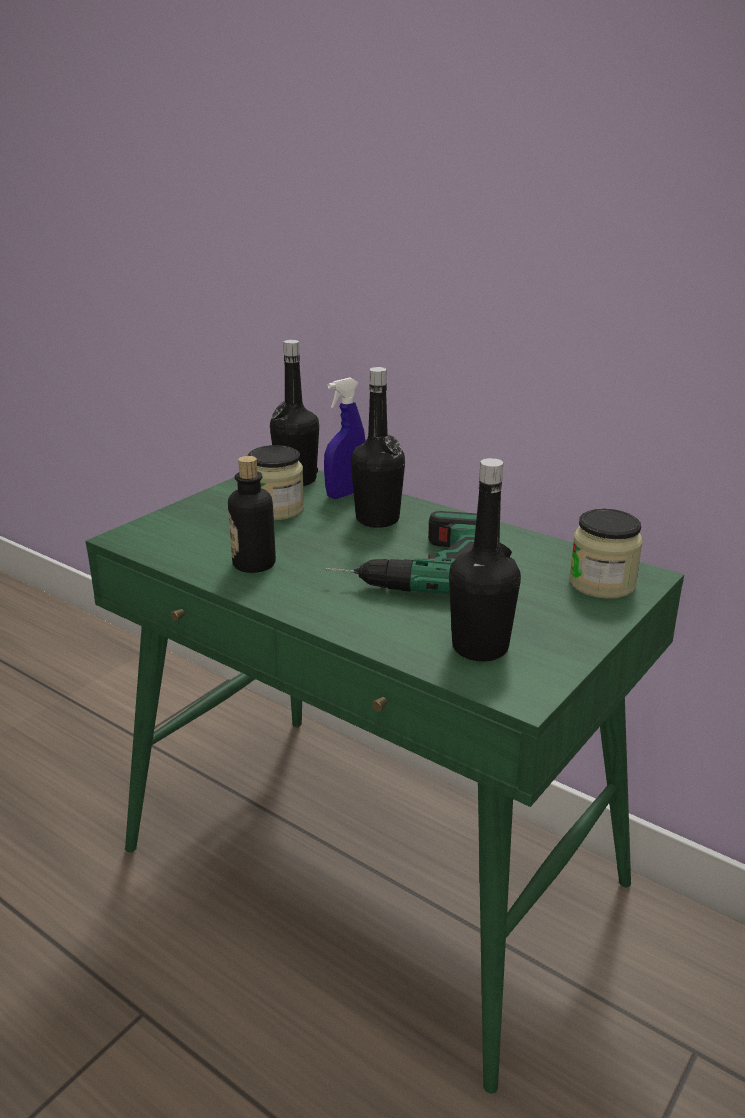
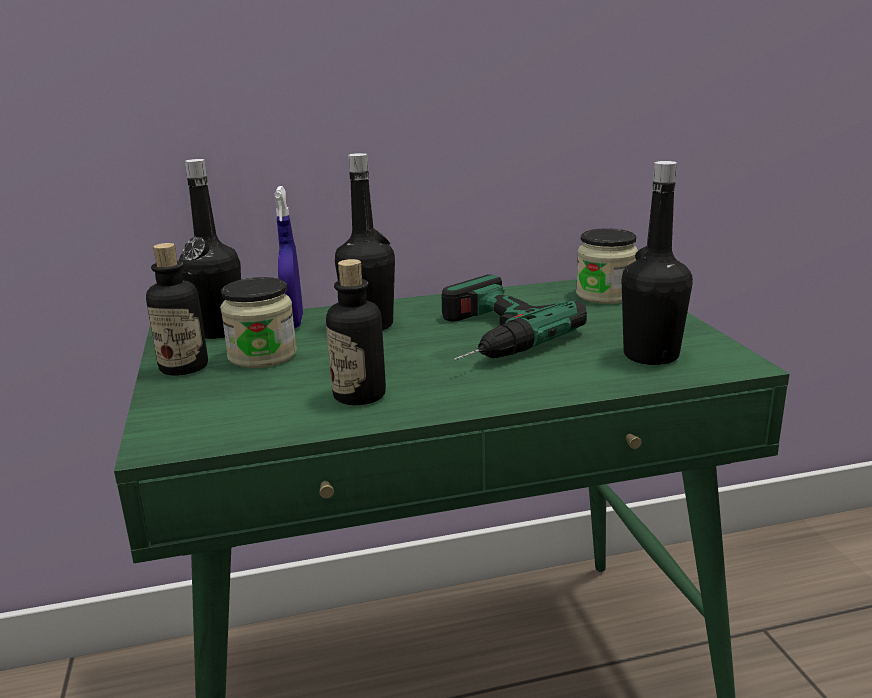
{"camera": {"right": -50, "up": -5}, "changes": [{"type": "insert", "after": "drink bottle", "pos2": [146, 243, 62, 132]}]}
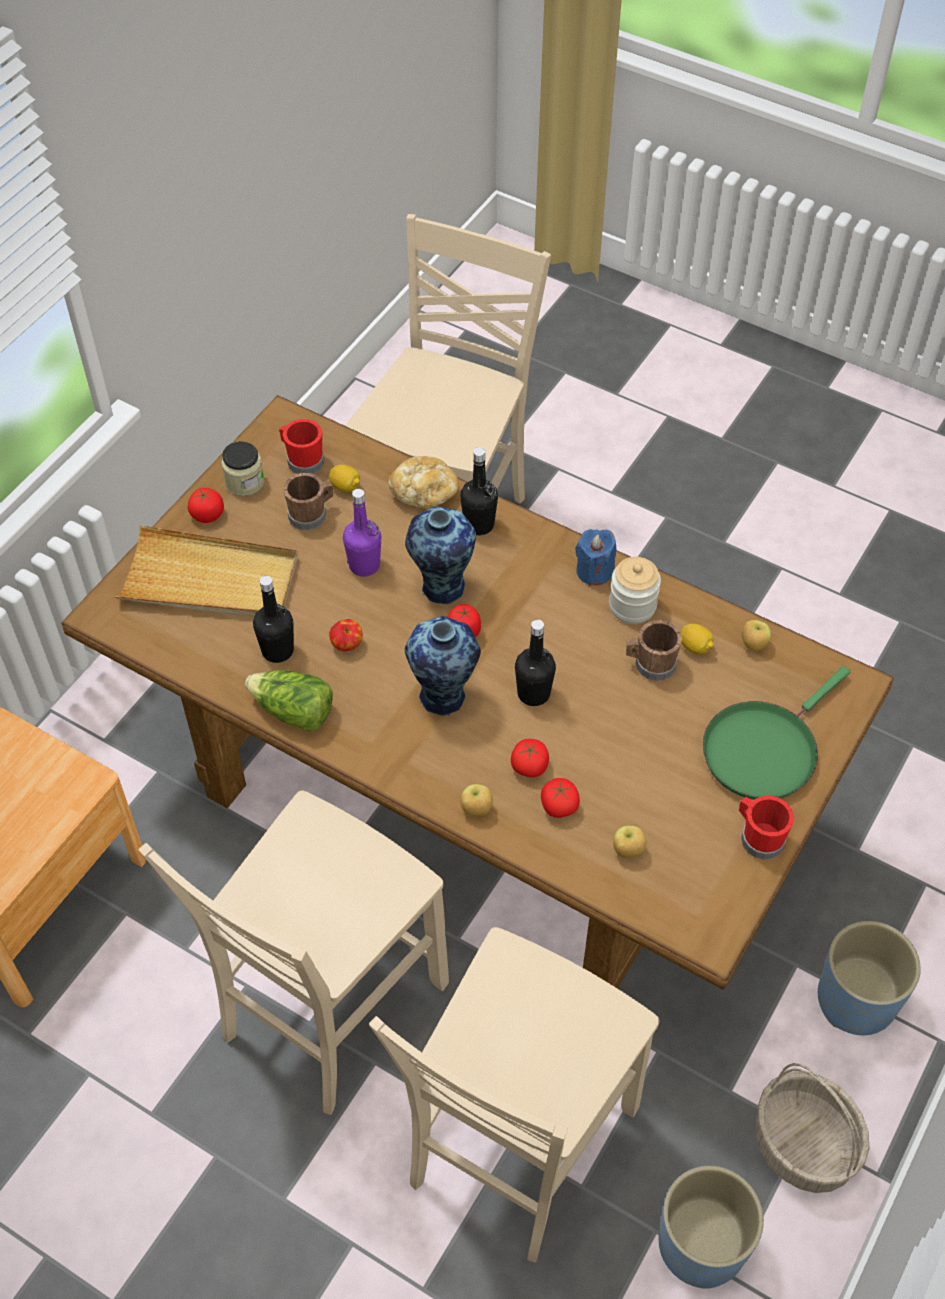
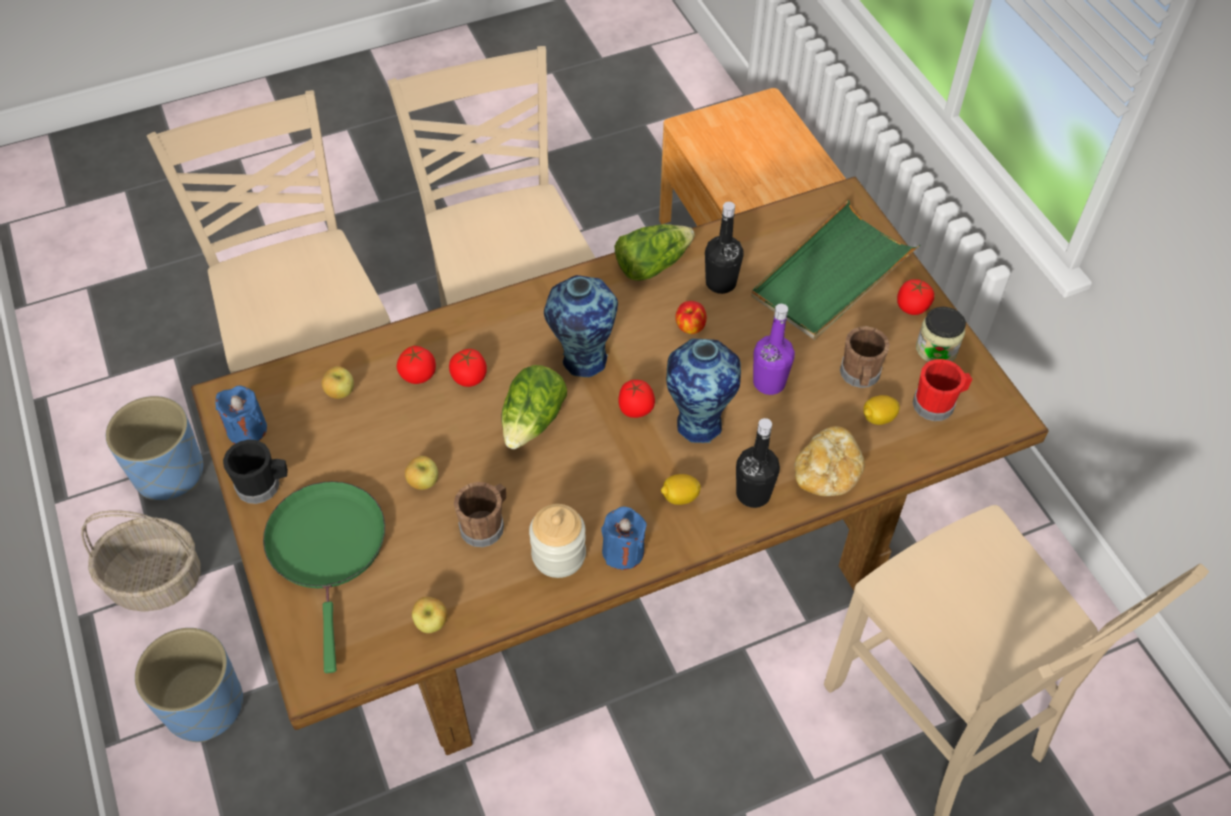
{"camera": {"right": 125, "up": 0}, "changes": [{"type": "recolor", "before": "beige tray", "after": "green tray", "pos1": [114, 525, 184, 92], "pos2": [751, 200, 169, 140]}, {"type": "replace", "before": "black-coloured drink bottle", "after": "lettuce", "pos1": [515, 619, 41, 87], "pos2": [501, 365, 66, 84]}, {"type": "move", "before": "whole lemon", "pos1": [681, 624, 33, 31], "pos2": [661, 474, 40, 31]}, {"type": "move", "before": "apple", "pos1": [460, 784, 33, 32], "pos2": [405, 456, 33, 34]}, {"type": "recolor", "before": "red-coloured coffee mug", "after": "black-coloured coffee mug", "pos1": [739, 795, 55, 65], "pos2": [223, 439, 65, 65]}, {"type": "insert", "after": "blue wax candle", "pos2": [215, 386, 52, 58]}]}
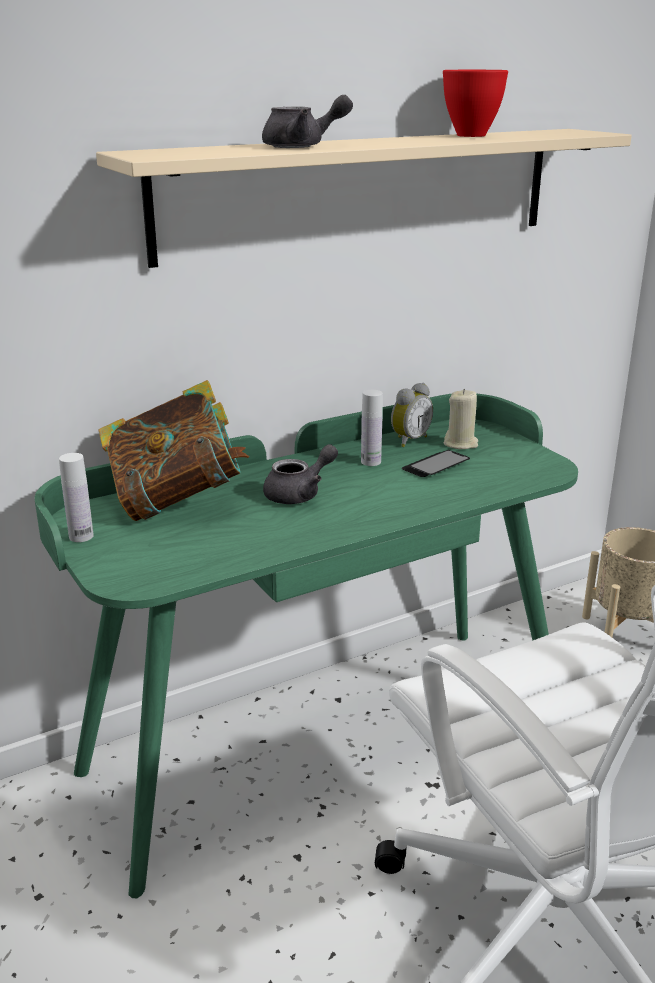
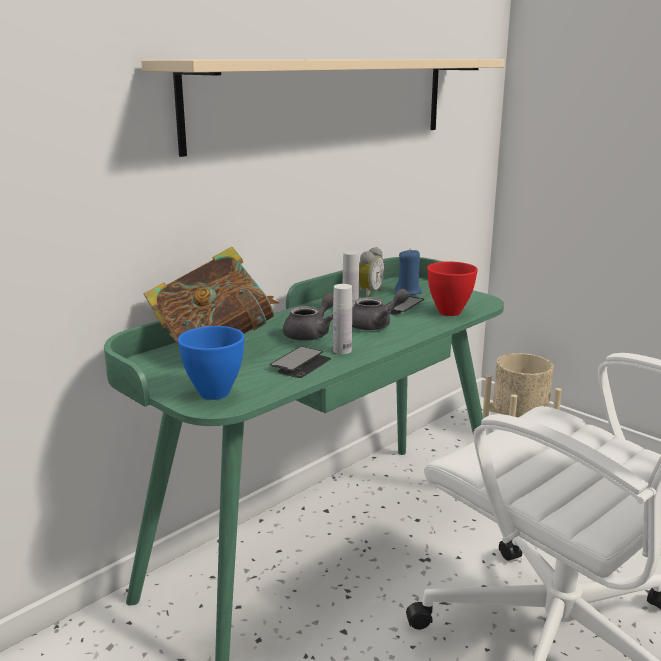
{"camera": {"right": -15, "up": -5}, "changes": [{"type": "move", "before": "red-coloured deep dish", "pos1": [443, 70, 65, 67], "pos2": [427, 261, 51, 55]}, {"type": "move", "before": "greyish teapot", "pos1": [262, 95, 91, 53], "pos2": [352, 289, 57, 41]}, {"type": "recolor", "before": "beige wax candle", "after": "blue wax candle", "pos1": [444, 389, 34, 60], "pos2": [395, 249, 27, 46]}, {"type": "move", "before": "white drink bottle", "pos1": [59, 453, 35, 89], "pos2": [333, 284, 19, 70]}, {"type": "insert", "after": "blue deep dish", "pos2": [178, 326, 67, 74]}, {"type": "insert", "after": "handset", "pos2": [269, 346, 62, 32]}]}
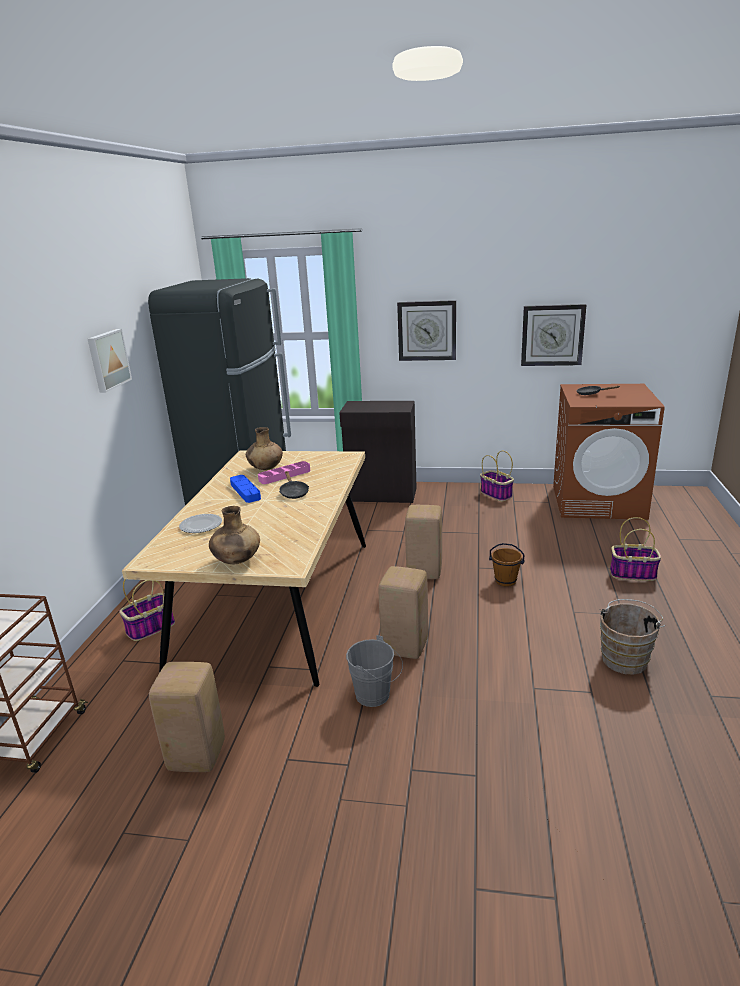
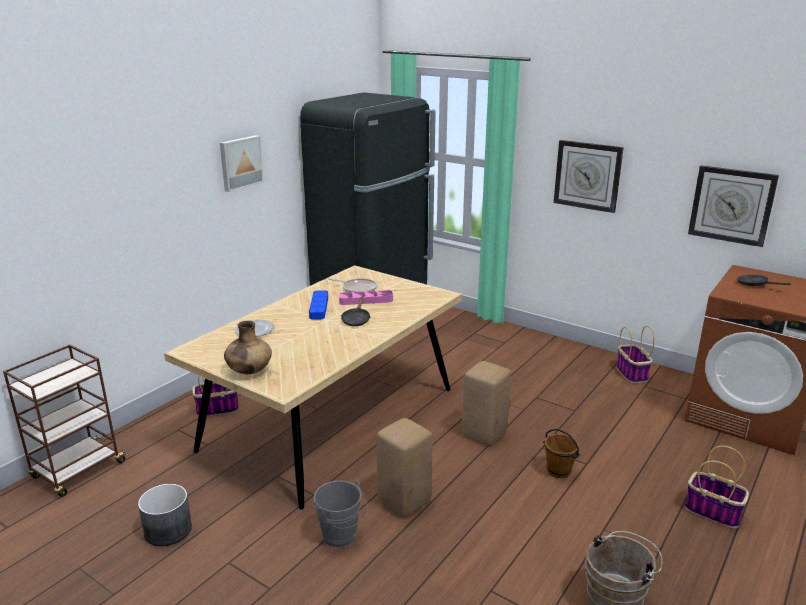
{"camera": {"right": 25, "up": 0}, "changes": [{"type": "delete", "before": "black-coloured cabinet", "pos1": [339, 401, 77, 102]}, {"type": "replace", "before": "brown decorative vase", "after": "skillet", "pos1": [246, 427, 37, 43], "pos2": [328, 278, 49, 14]}, {"type": "replace", "before": "beige stool seat", "after": "greyish flower pot", "pos1": [149, 662, 76, 110], "pos2": [138, 484, 54, 62]}]}
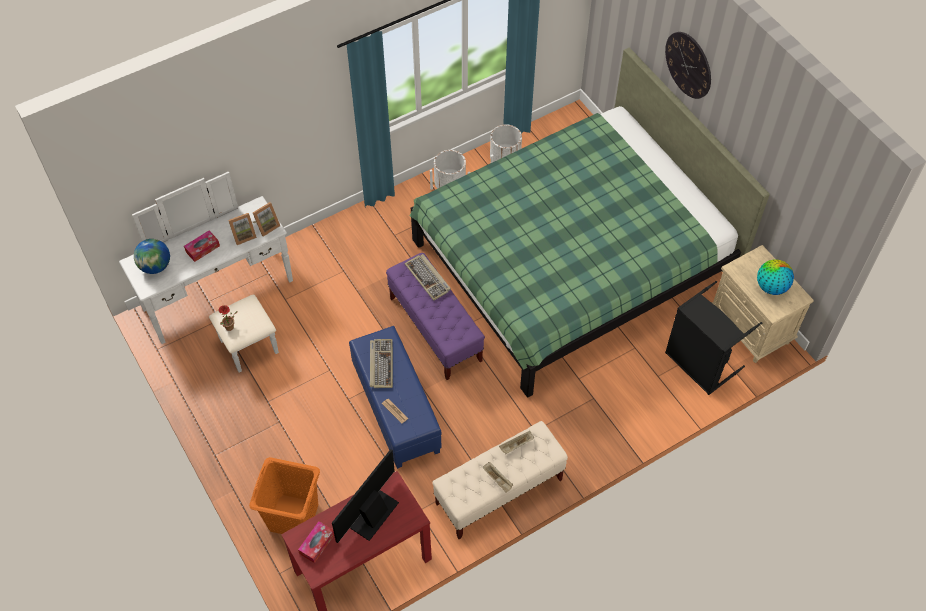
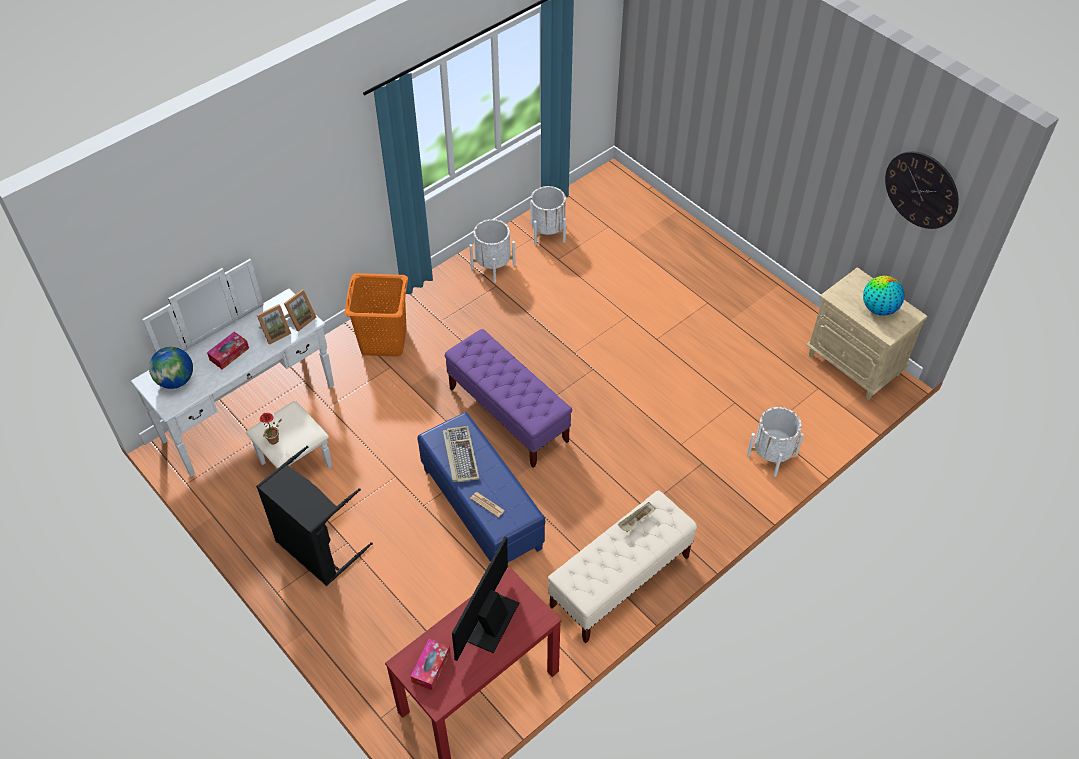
{"camera": {"right": -10, "up": -5}, "changes": [{"type": "move", "before": "hanging clock", "pos1": [665, 32, 46, 67], "pos2": [885, 151, 74, 78]}, {"type": "delete", "before": "green bedroom bed", "pos1": [409, 47, 361, 350]}, {"type": "delete", "before": "keyboard", "pos1": [405, 254, 46, 47]}, {"type": "move", "before": "black-coloured laundry basket", "pos1": [665, 281, 97, 114], "pos2": [256, 446, 117, 140]}, {"type": "move", "before": "orangey laundry basket", "pos1": [249, 457, 71, 77], "pos2": [344, 273, 64, 84]}, {"type": "delete", "before": "beige tray", "pos1": [482, 462, 31, 31]}, {"type": "insert", "after": "white flower pot", "pos2": [747, 407, 57, 70]}]}
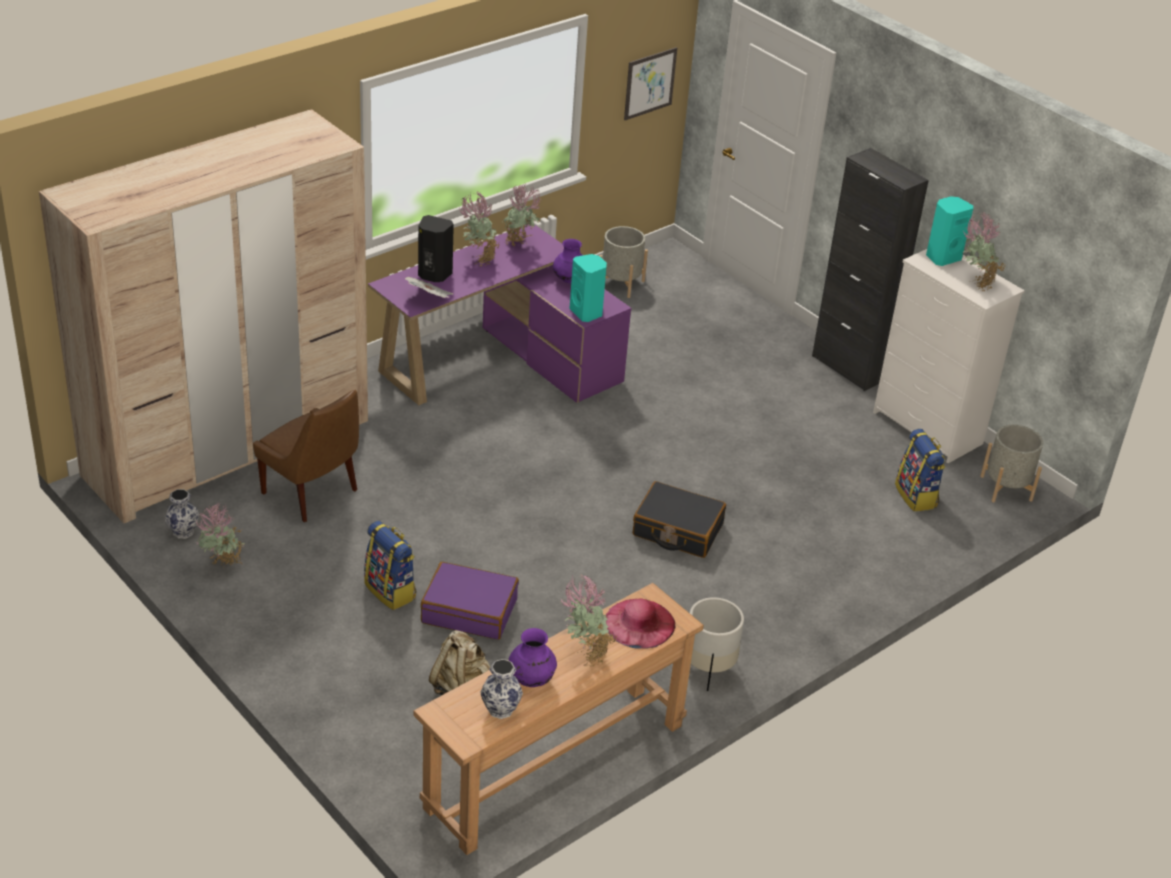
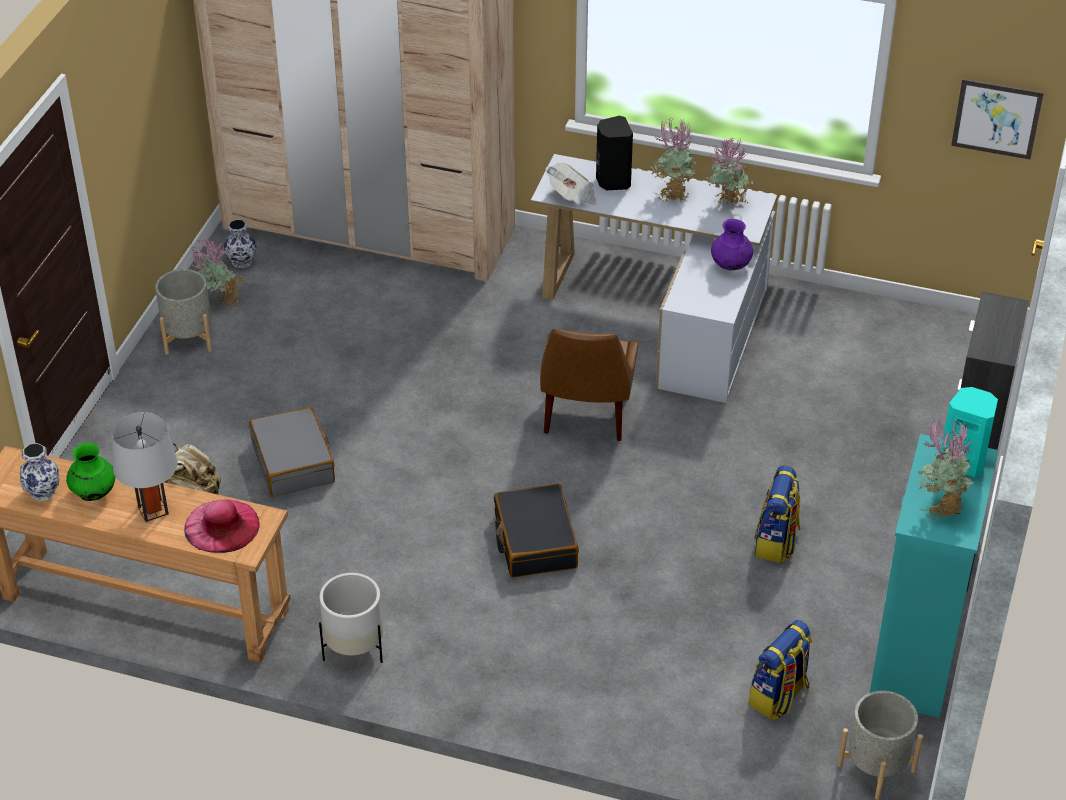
{"camera": {"right": 60, "up": 5}, "changes": [{"type": "recolor", "before": "purplish desk unit", "after": "white desk unit", "pos1": [368, 224, 264, 181], "pos2": [531, 154, 246, 249]}, {"type": "move", "before": "greyish flower pot", "pos1": [599, 226, 49, 72], "pos2": [155, 269, 57, 85]}, {"type": "recolor", "before": "white drawer chest", "after": "turquoise drawer chest", "pos1": [873, 249, 152, 214], "pos2": [870, 434, 128, 284]}, {"type": "delete", "before": "turquoise loudspeaker", "pos1": [569, 254, 38, 68]}, {"type": "move", "before": "brown plain chair", "pos1": [253, 390, 106, 132], "pos2": [540, 329, 98, 112]}, {"type": "move", "before": "knapsack", "pos1": [364, 521, 52, 89], "pos2": [754, 466, 46, 97]}, {"type": "recolor", "before": "purplish piece of luggage", "after": "greyish piece of luggage", "pos1": [421, 562, 98, 77], "pos2": [249, 406, 86, 91]}, {"type": "replace", "before": "houseplant", "after": "greyish table lamp", "pos1": [561, 574, 56, 93], "pos2": [112, 412, 66, 110]}, {"type": "recolor", "before": "purplish decorative vase", "after": "green decorative vase", "pos1": [509, 628, 48, 59], "pos2": [66, 443, 49, 58]}]}
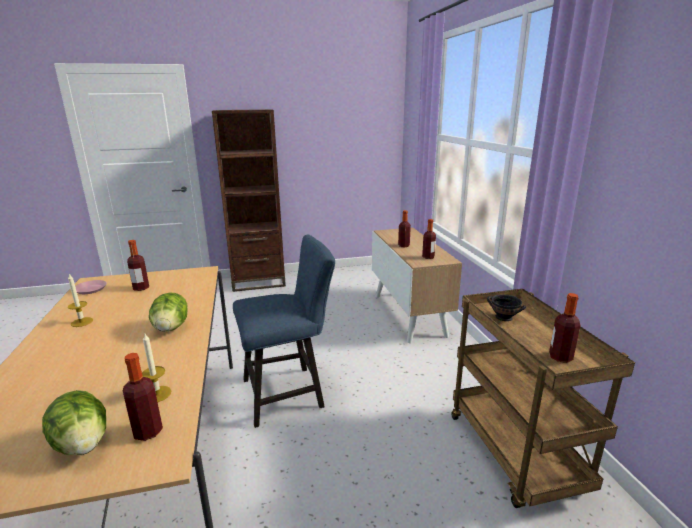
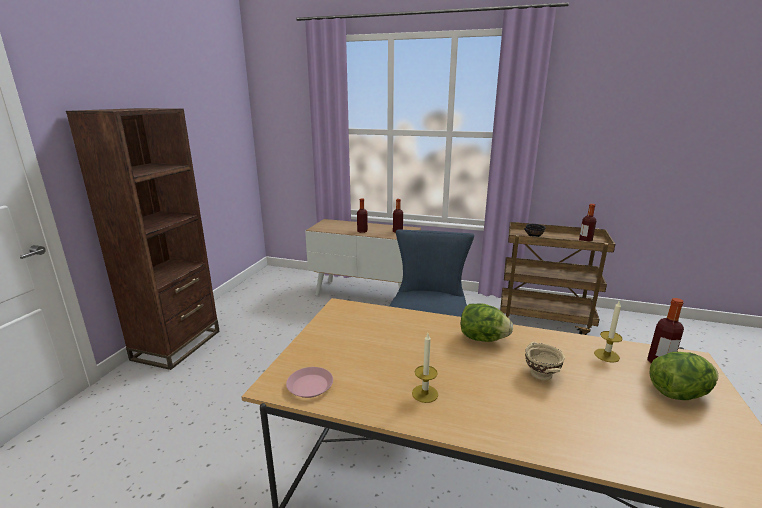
{"camera": {"right": -60, "up": 0}, "changes": [{"type": "delete", "before": "drink bottle", "pos1": [127, 240, 22, 51]}, {"type": "insert", "after": "beige deep dish", "pos2": [525, 342, 40, 38]}]}
